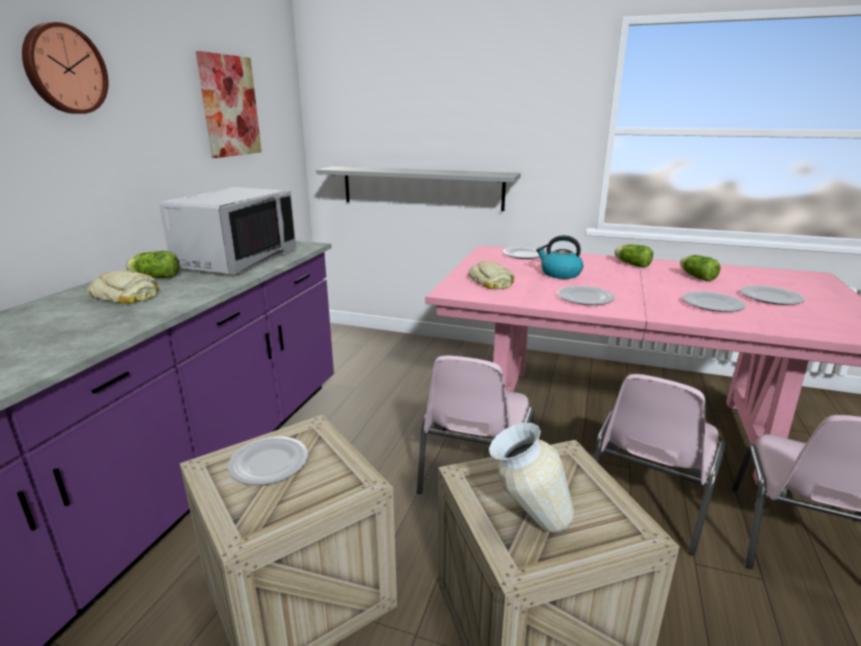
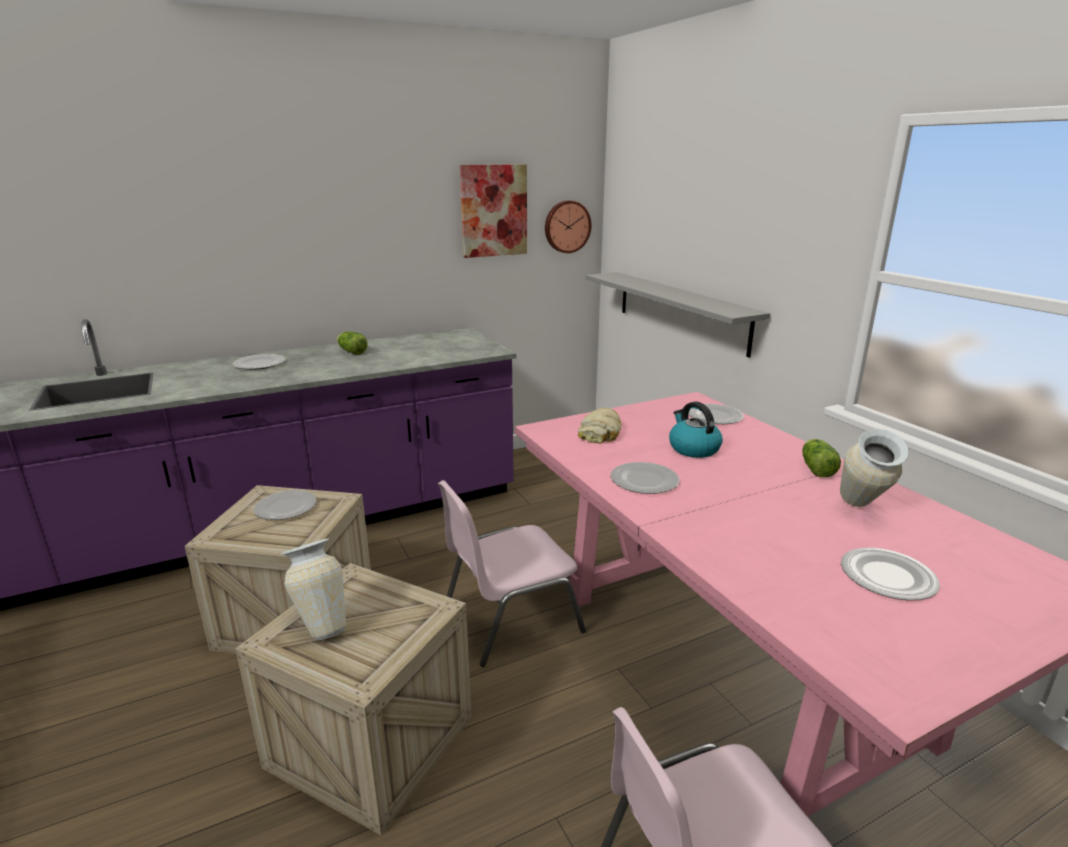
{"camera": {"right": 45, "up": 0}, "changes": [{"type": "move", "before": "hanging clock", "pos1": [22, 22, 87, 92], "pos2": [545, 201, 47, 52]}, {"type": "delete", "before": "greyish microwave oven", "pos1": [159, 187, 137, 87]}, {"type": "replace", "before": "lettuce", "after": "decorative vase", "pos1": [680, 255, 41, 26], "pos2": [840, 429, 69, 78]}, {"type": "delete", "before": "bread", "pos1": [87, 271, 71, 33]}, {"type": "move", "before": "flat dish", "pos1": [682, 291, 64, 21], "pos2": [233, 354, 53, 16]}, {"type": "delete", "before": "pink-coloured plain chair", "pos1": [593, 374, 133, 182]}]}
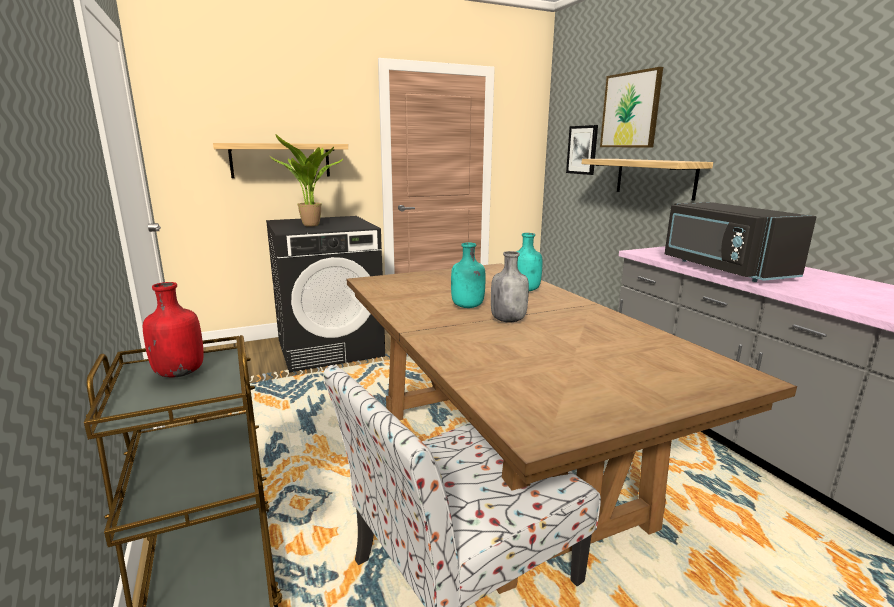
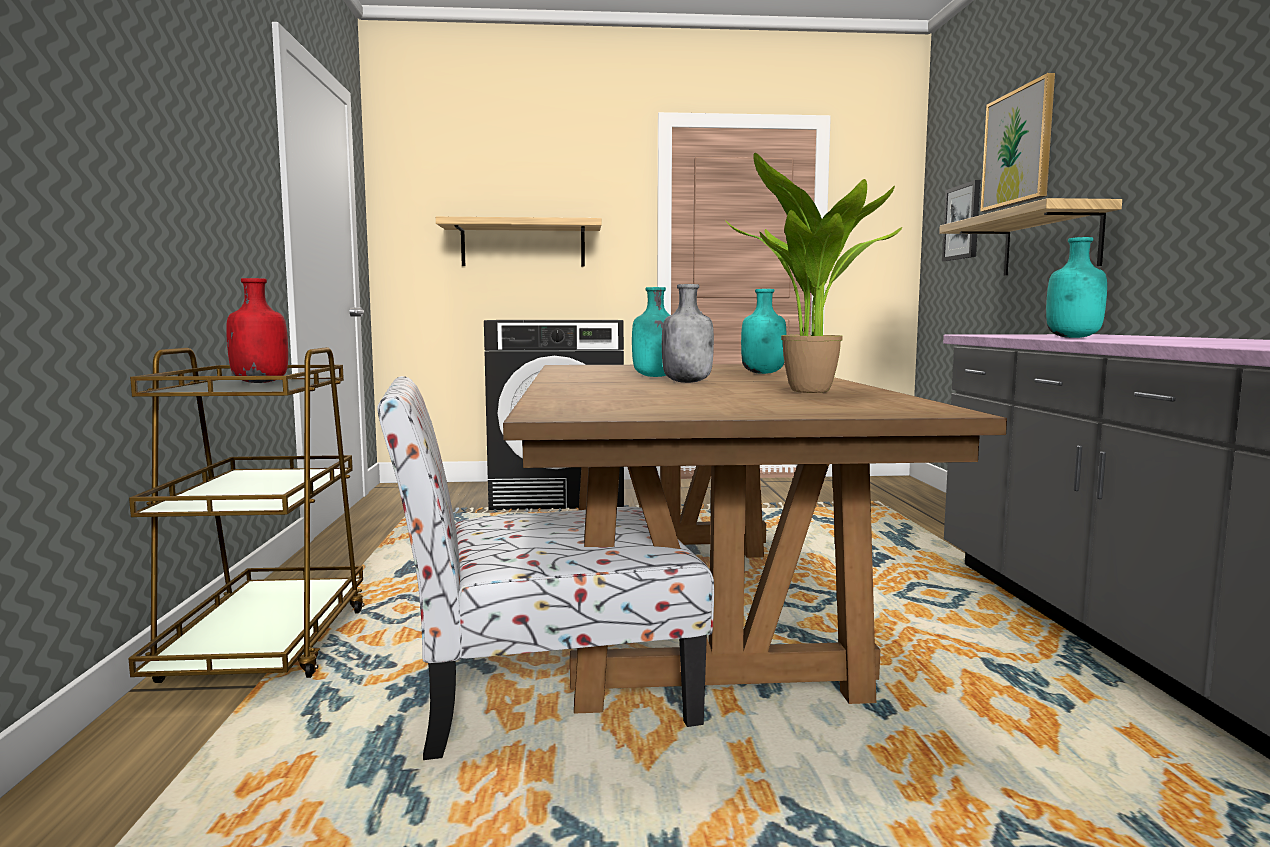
{"camera": {"right": 20, "up": -10}, "changes": [{"type": "move", "before": "houseplant", "pos1": [269, 134, 74, 93], "pos2": [725, 153, 177, 240]}, {"type": "replace", "before": "black-coloured microwave oven", "after": "turquoise drink bottle", "pos1": [664, 202, 153, 80], "pos2": [1046, 237, 61, 101]}]}
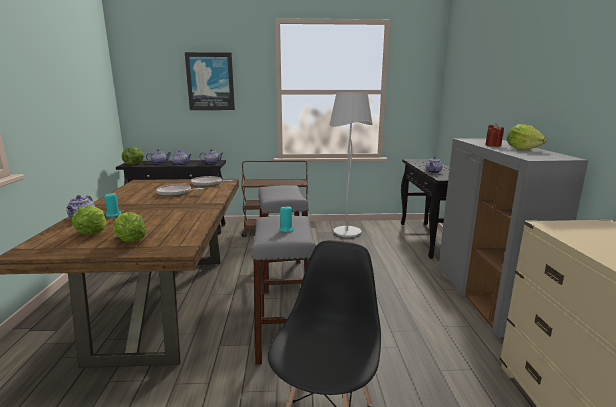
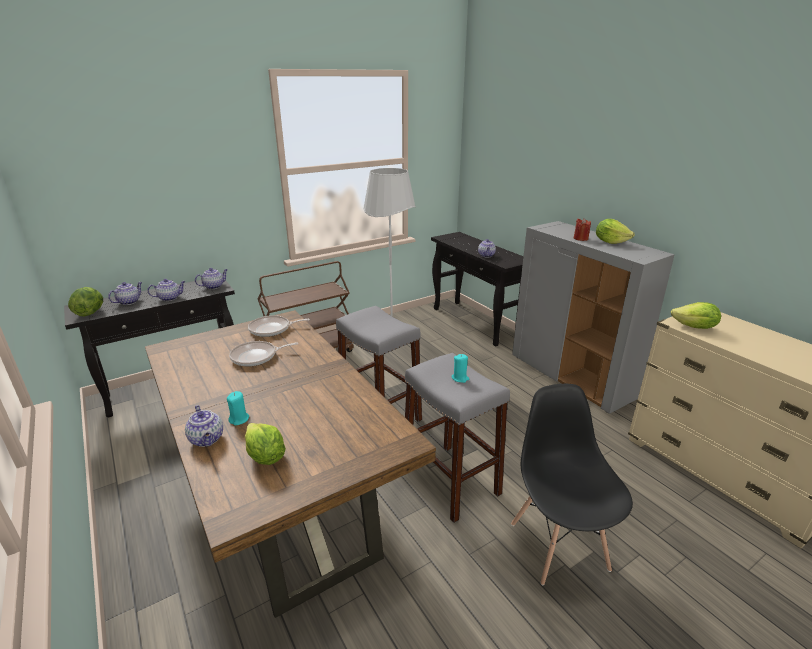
{"camera": {"right": -30, "up": 10}, "changes": [{"type": "delete", "before": "wall picture", "pos1": [185, 52, 50, 58]}, {"type": "move", "before": "lettuce", "pos1": [114, 212, 32, 30], "pos2": [671, 302, 50, 27]}]}
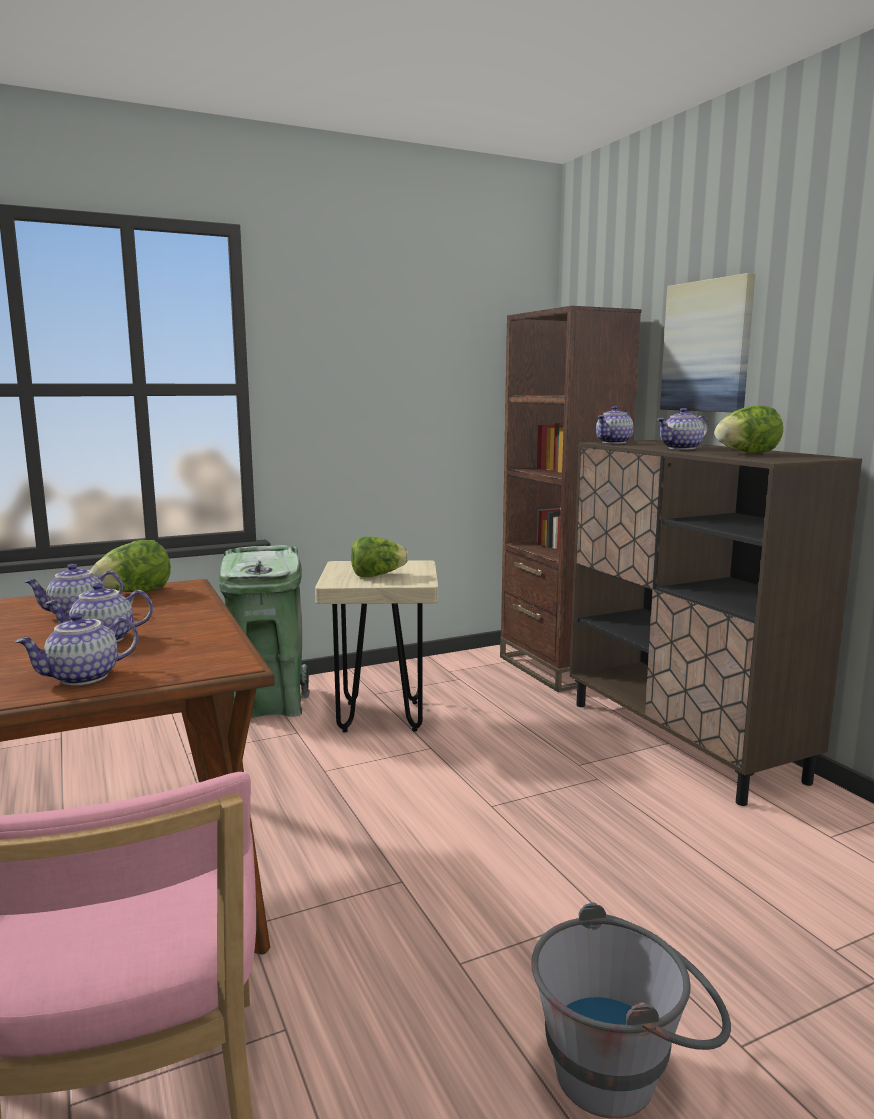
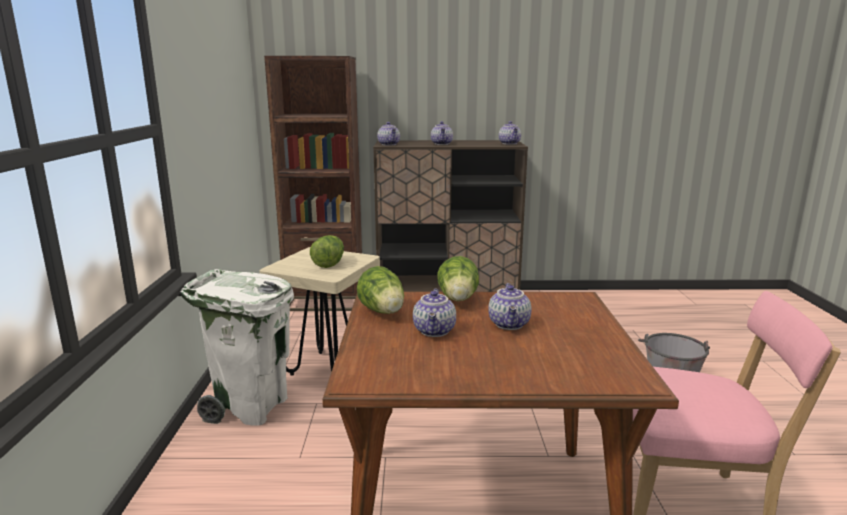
{"camera": {"right": -65, "up": 5}, "changes": [{"type": "delete", "before": "wall picture", "pos1": [660, 273, 95, 139]}, {"type": "move", "before": "lettuce", "pos1": [715, 406, 68, 47], "pos2": [437, 256, 42, 45]}, {"type": "recolor", "before": "green rubbish bin", "after": "white rubbish bin", "pos1": [219, 545, 91, 173], "pos2": [178, 269, 116, 157]}, {"type": "move", "before": "teapot", "pos1": [15, 613, 124, 72], "pos2": [499, 121, 22, 24]}]}
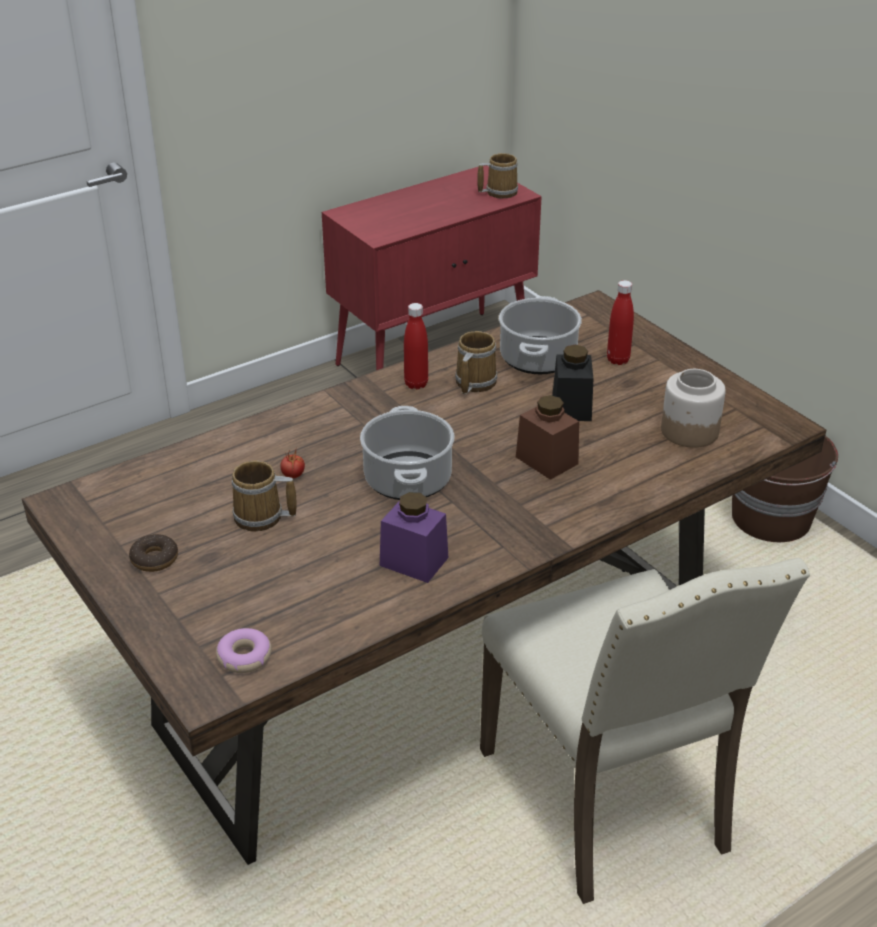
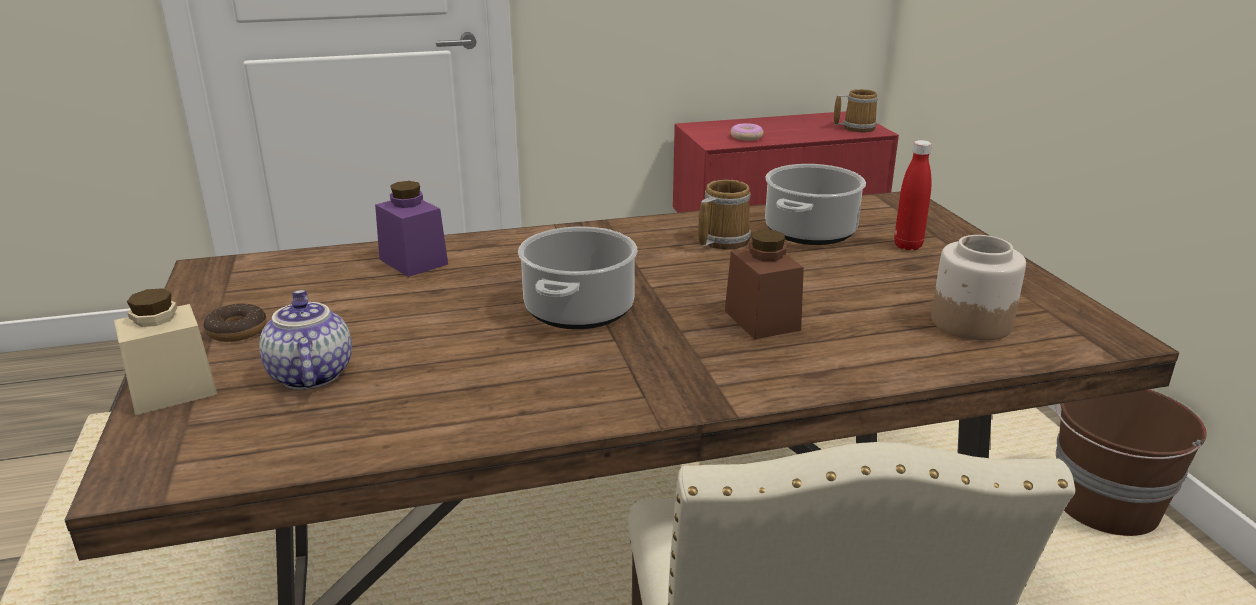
{"camera": {"right": 20, "up": -10}, "changes": [{"type": "delete", "before": "red-coloured drink bottle", "pos1": [404, 303, 24, 86]}, {"type": "delete", "before": "black-coloured preserve jar", "pos1": [552, 345, 41, 76]}, {"type": "delete", "before": "fresh tomato", "pos1": [280, 450, 25, 28]}, {"type": "delete", "before": "coffee mug", "pos1": [231, 460, 66, 72]}, {"type": "move", "before": "purplish preserve jar", "pos1": [380, 492, 69, 91], "pos2": [375, 181, 73, 96]}, {"type": "move", "before": "ring doughnut", "pos1": [216, 628, 56, 45], "pos2": [731, 123, 33, 18]}, {"type": "insert", "after": "beige preserve jar", "pos2": [114, 288, 104, 128]}, {"type": "insert", "after": "teapot", "pos2": [259, 290, 93, 100]}]}
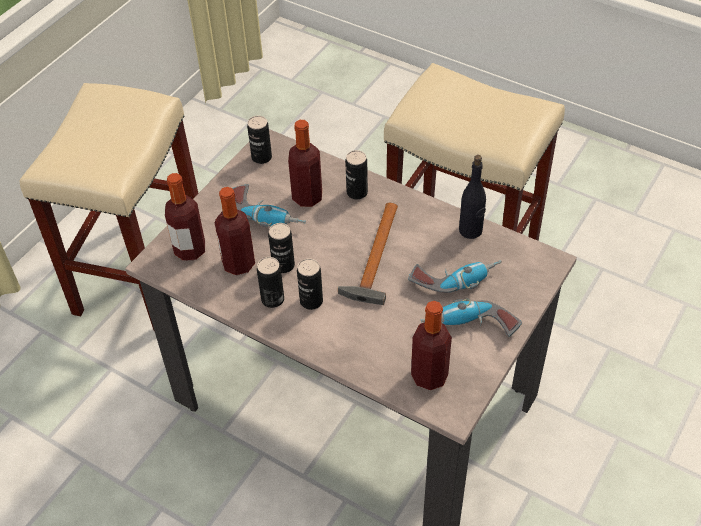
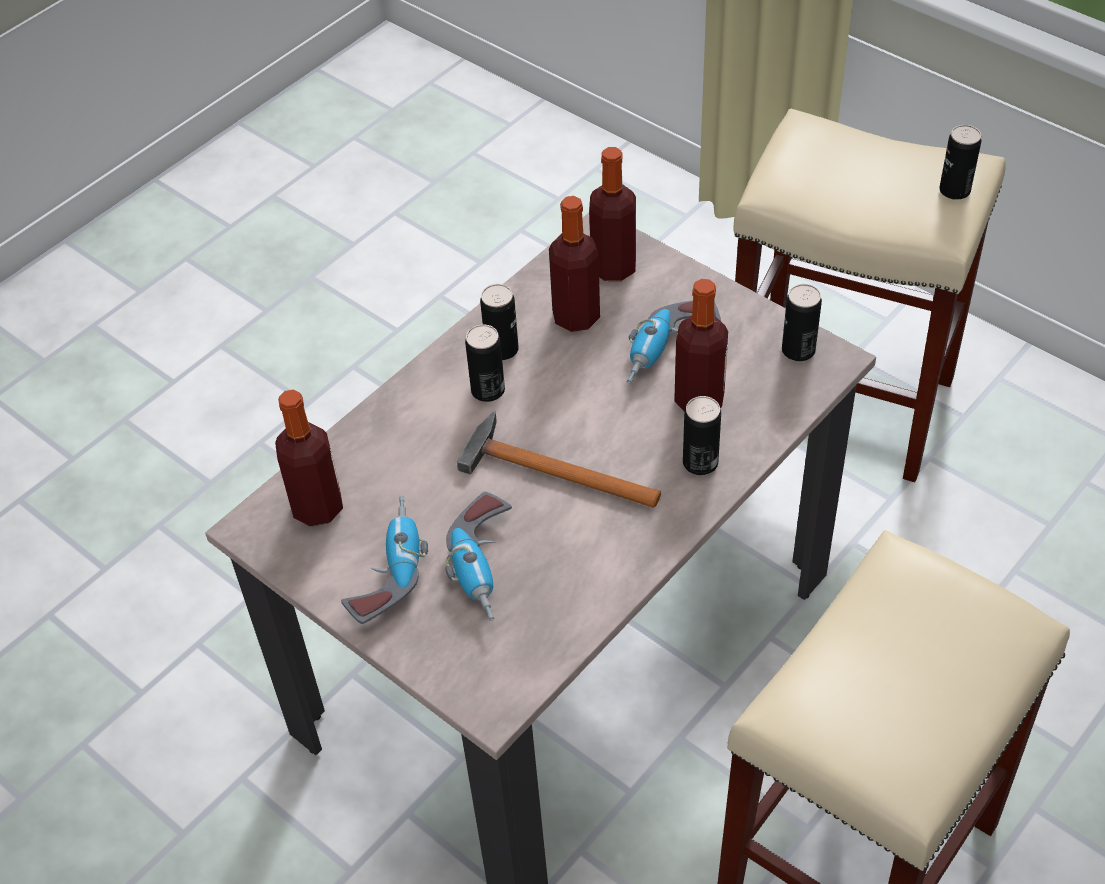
{"camera": {"right": 100, "up": 0}, "changes": [{"type": "delete", "before": "black-coloured drink bottle", "pos1": [459, 155, 27, 84]}, {"type": "move", "before": "can", "pos1": [268, 223, 27, 50], "pos2": [939, 125, 42, 75]}]}
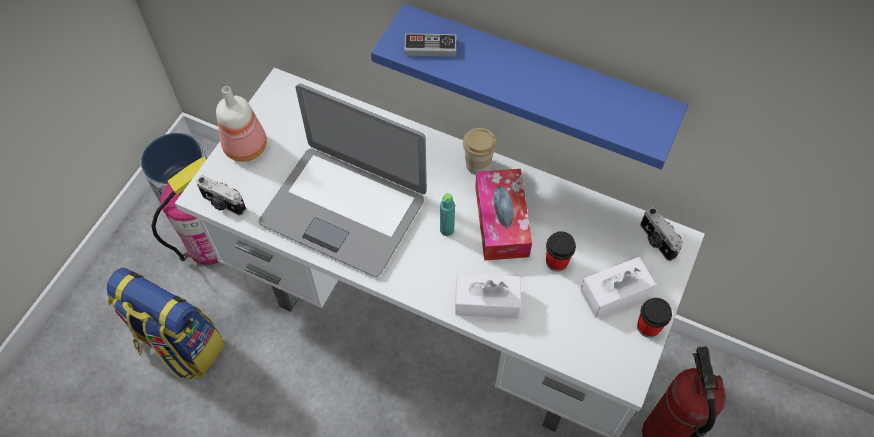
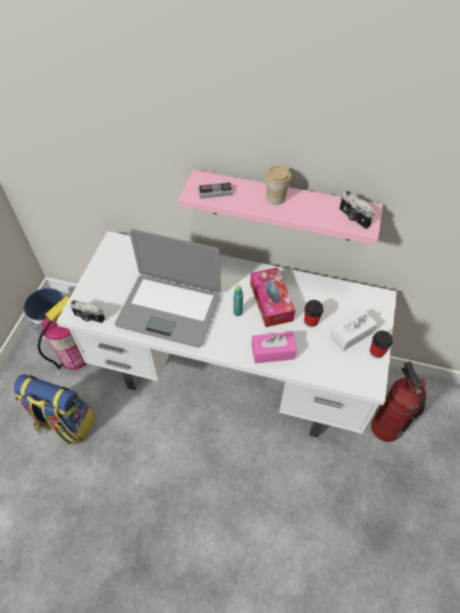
{"camera": {"right": -10, "up": -5}, "changes": [{"type": "recolor", "before": "blue wall shelf", "after": "pink-coloured wall shelf", "pos1": [371, 4, 317, 165], "pos2": [178, 170, 205, 75]}, {"type": "delete", "before": "drink bottle", "pos1": [216, 86, 51, 76]}, {"type": "move", "before": "drinking cup", "pos1": [463, 128, 34, 47], "pos2": [265, 165, 26, 40]}, {"type": "move", "before": "still camera", "pos1": [640, 206, 43, 55], "pos2": [339, 191, 36, 38]}, {"type": "recolor", "before": "white tissue holder", "after": "pink-coloured tissue holder", "pos1": [455, 273, 66, 46], "pos2": [252, 332, 45, 31]}]}
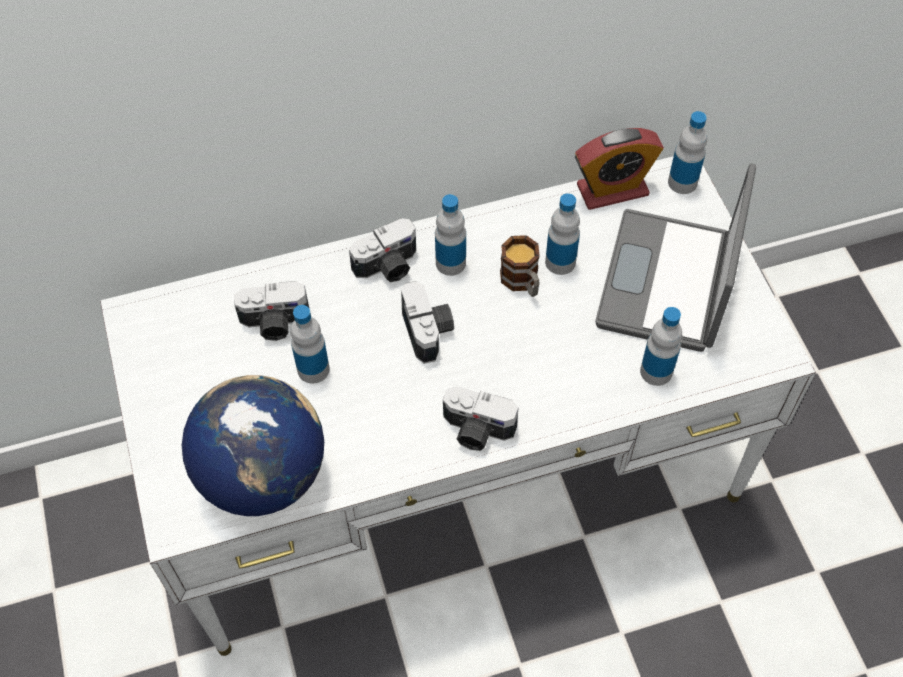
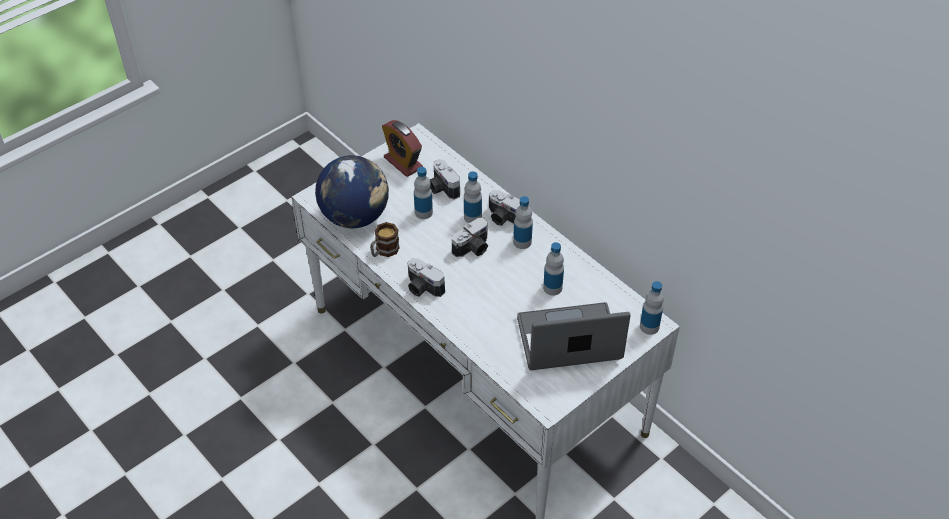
{"camera": {"right": 65, "up": -10}, "changes": [{"type": "move", "before": "table clock", "pos1": [575, 128, 89, 82], "pos2": [382, 120, 41, 57]}, {"type": "move", "before": "coffee mug", "pos1": [500, 235, 40, 62], "pos2": [370, 222, 30, 35]}, {"type": "move", "before": "drink bottle", "pos1": [640, 307, 42, 79], "pos2": [464, 171, 18, 52]}, {"type": "rotate", "before": "still camera", "pos1": [443, 387, 75, 64], "pos2": [407, 258, 38, 39], "turn": -45}]}
